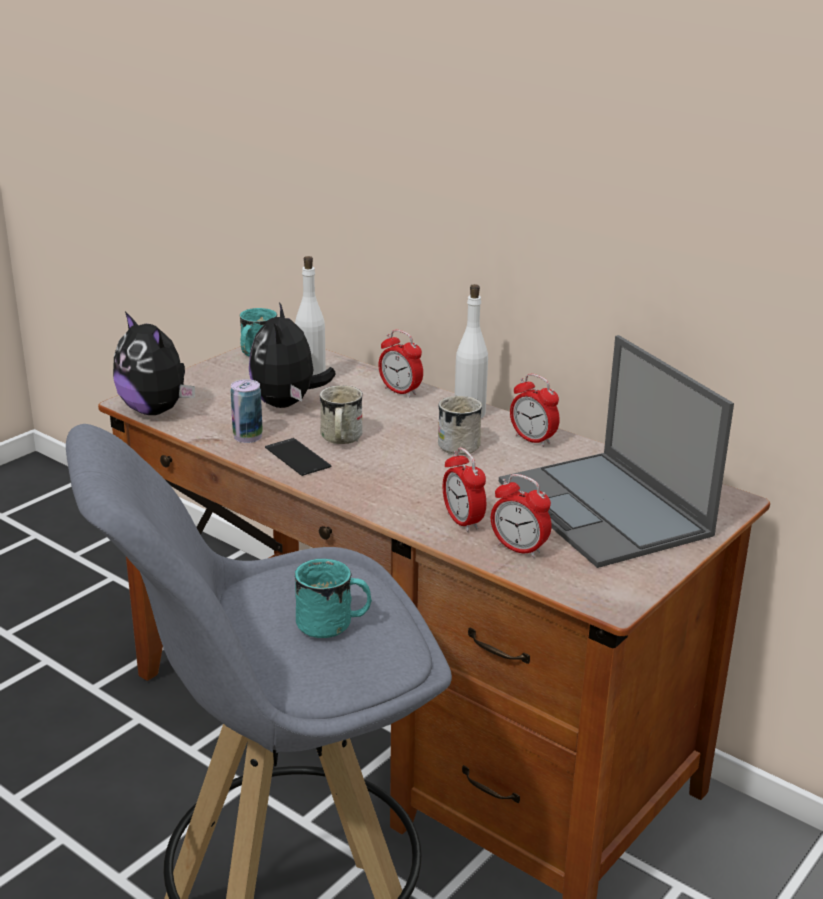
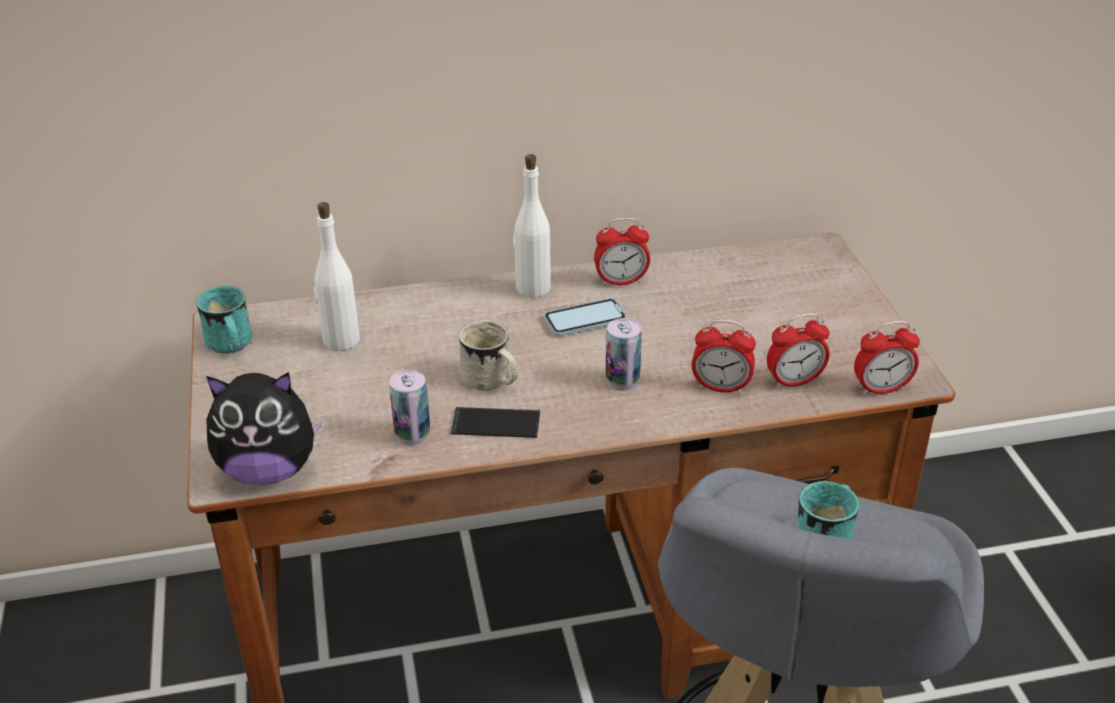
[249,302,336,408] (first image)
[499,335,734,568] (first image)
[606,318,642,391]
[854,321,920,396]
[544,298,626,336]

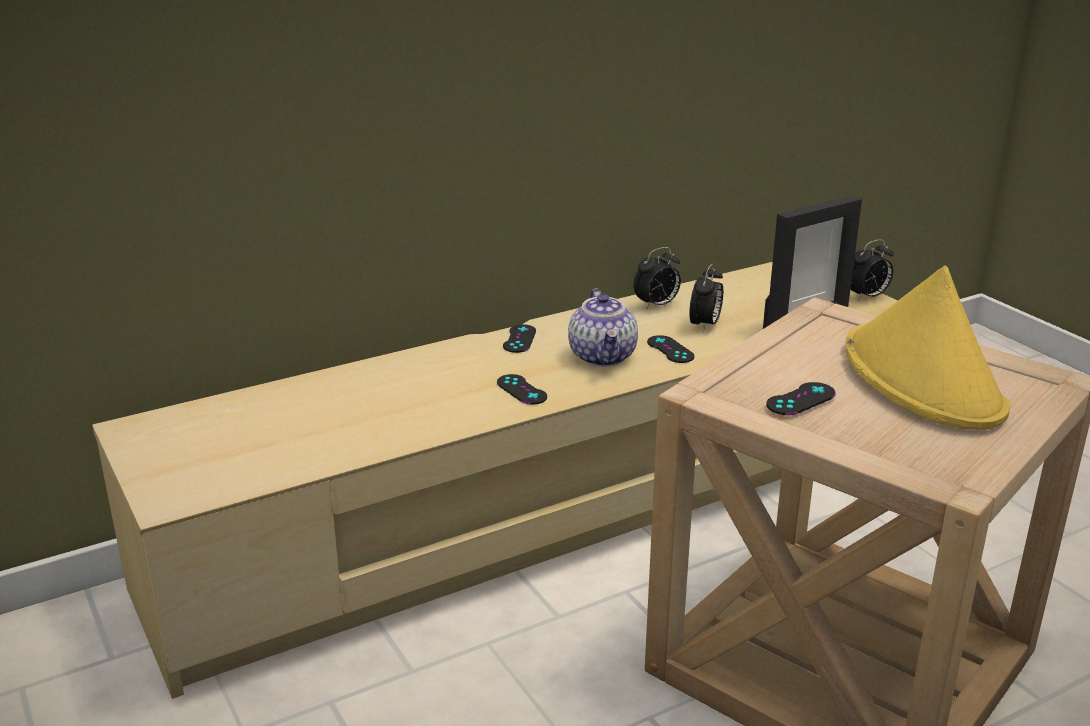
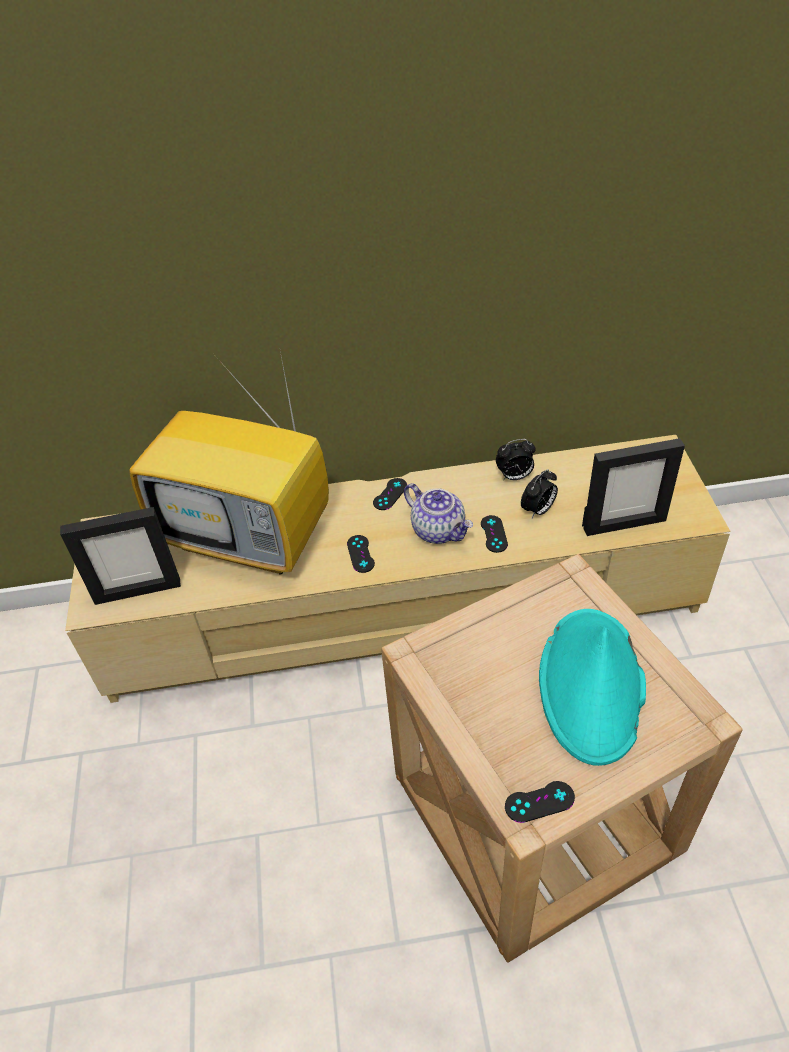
[850,239,893,301] (first image)
[60,507,181,605]
[130,346,329,574]
[505,781,575,823]
[539,609,646,766]
[404,483,473,544]

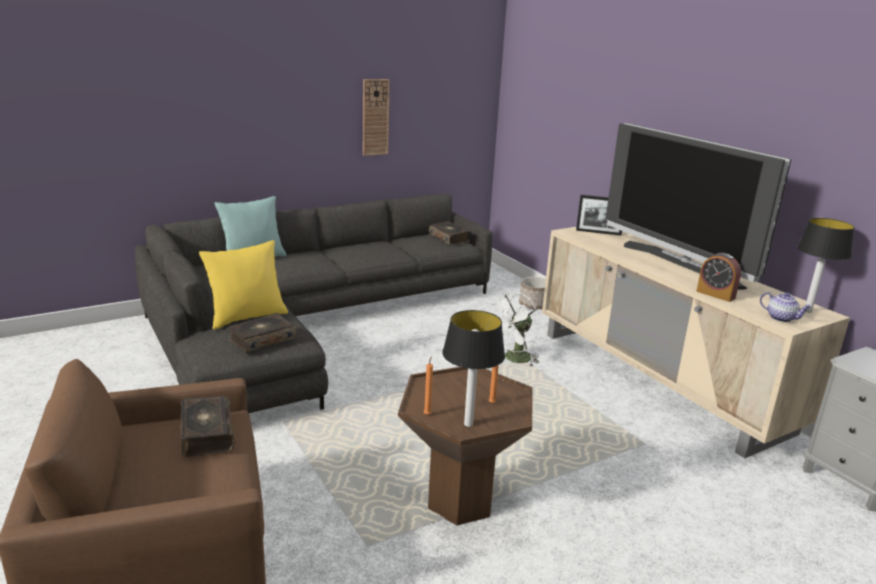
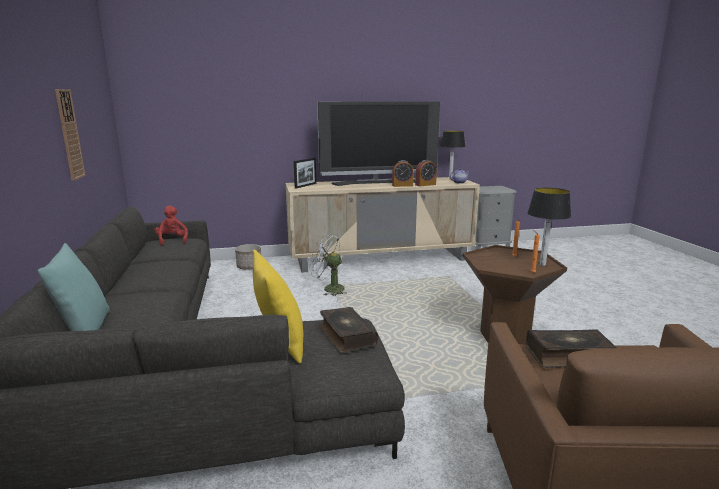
[392,160,414,187]
[154,206,188,245]
[309,235,347,296]

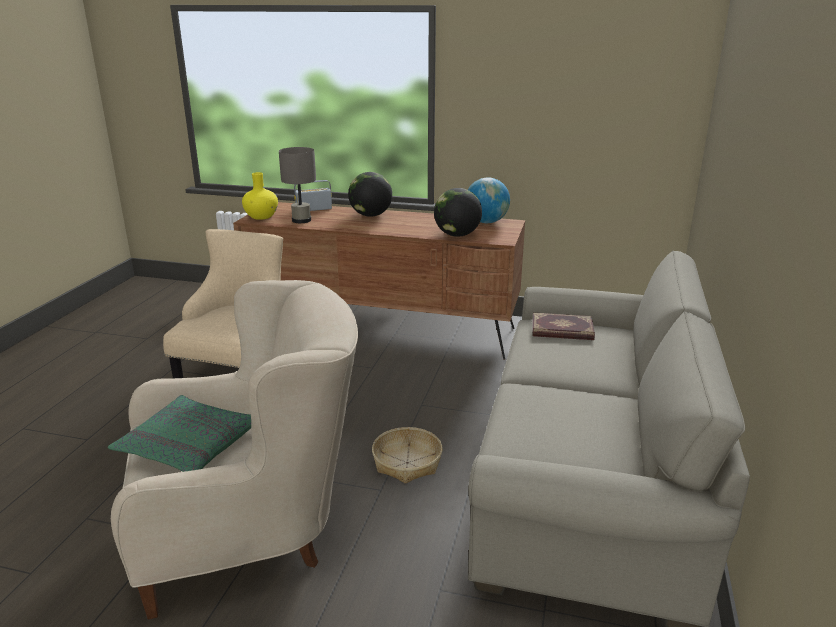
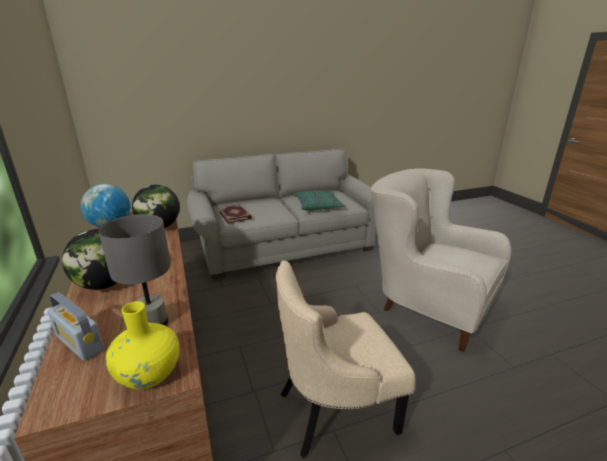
[372,427,443,484] (first image)
[294,191,345,210]

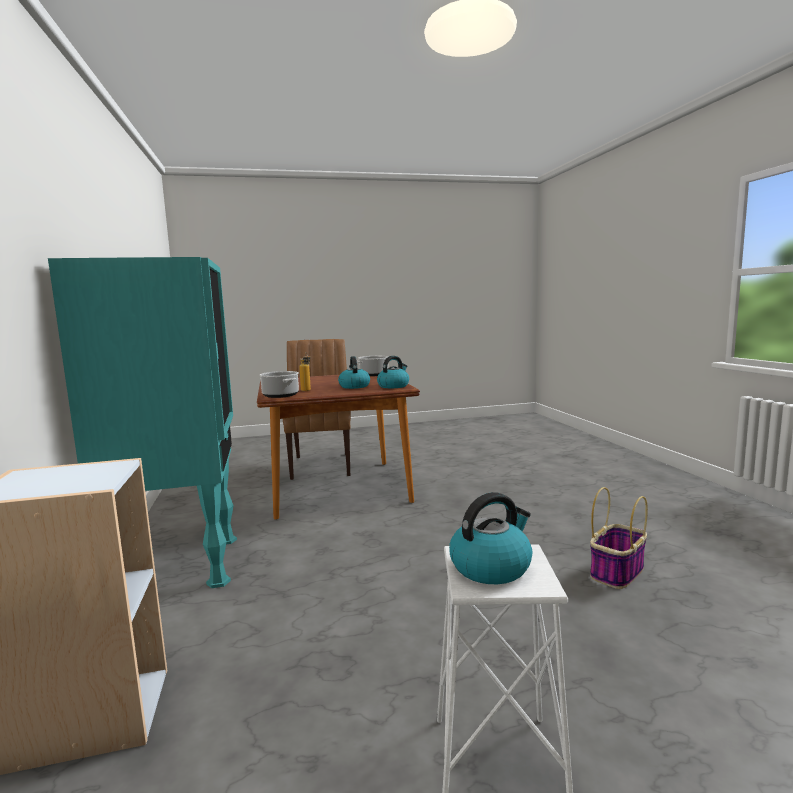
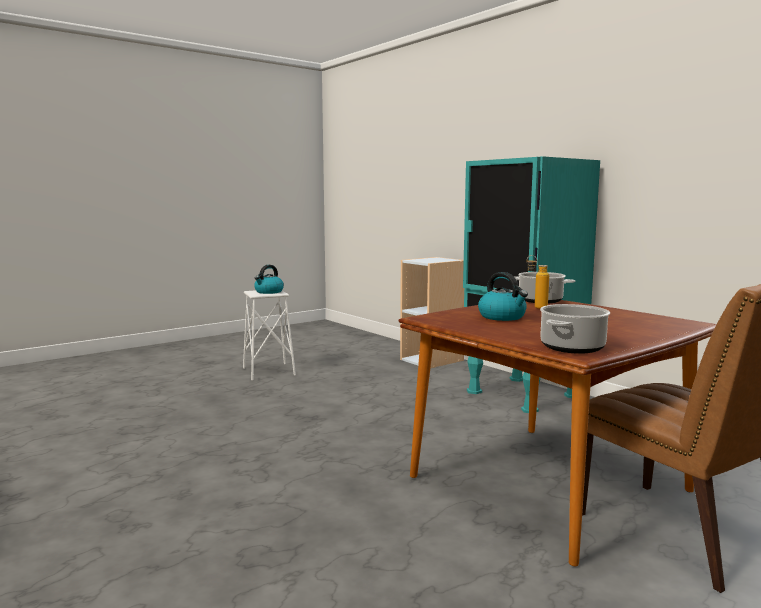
[377,356,409,388] (first image)
[590,487,648,589] (first image)

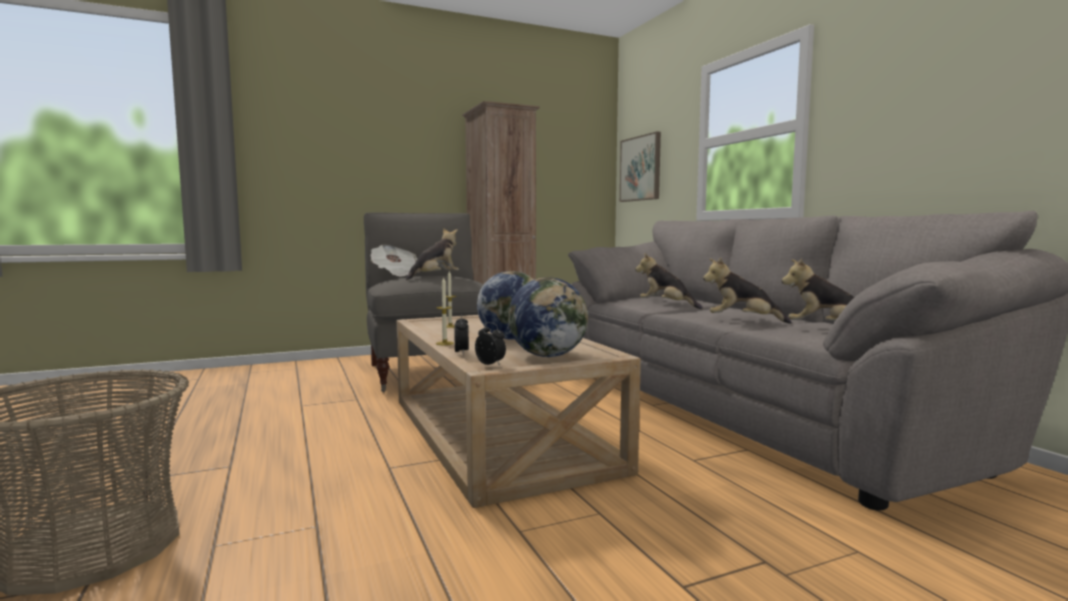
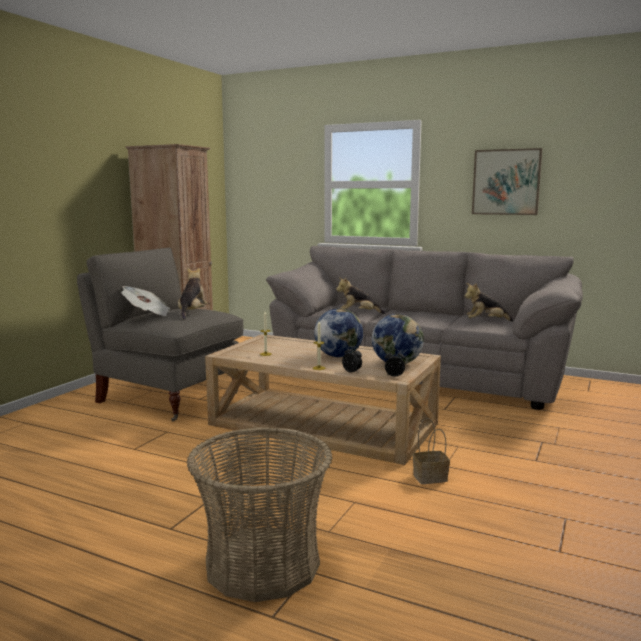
[703,257,792,324] (first image)
[413,418,450,484]
[472,148,542,215]

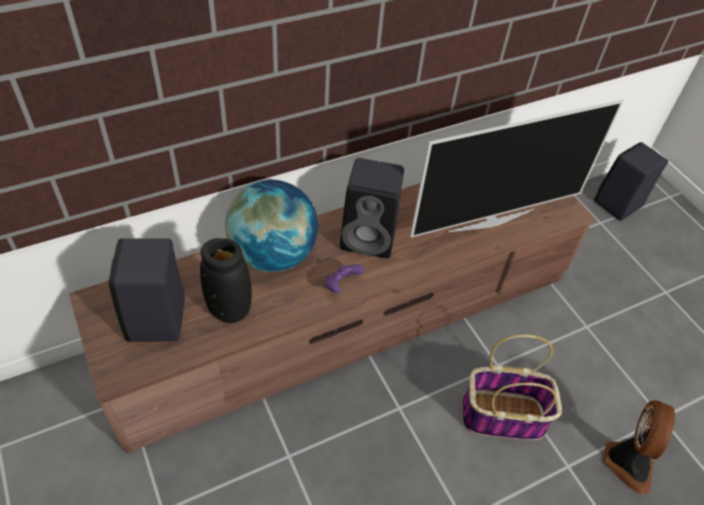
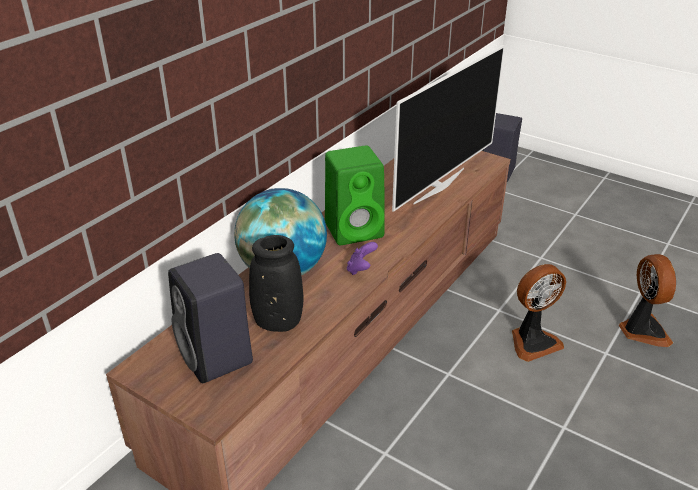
[512,264,566,362]
[325,146,385,245]

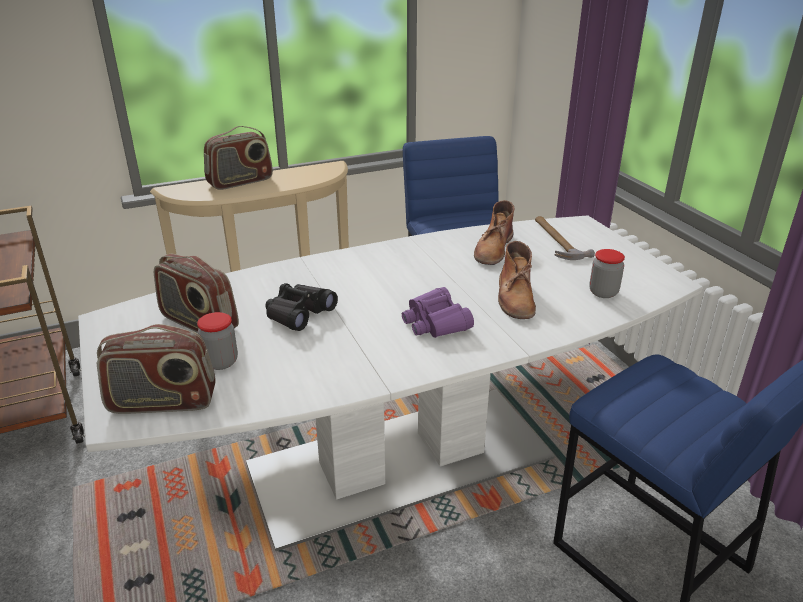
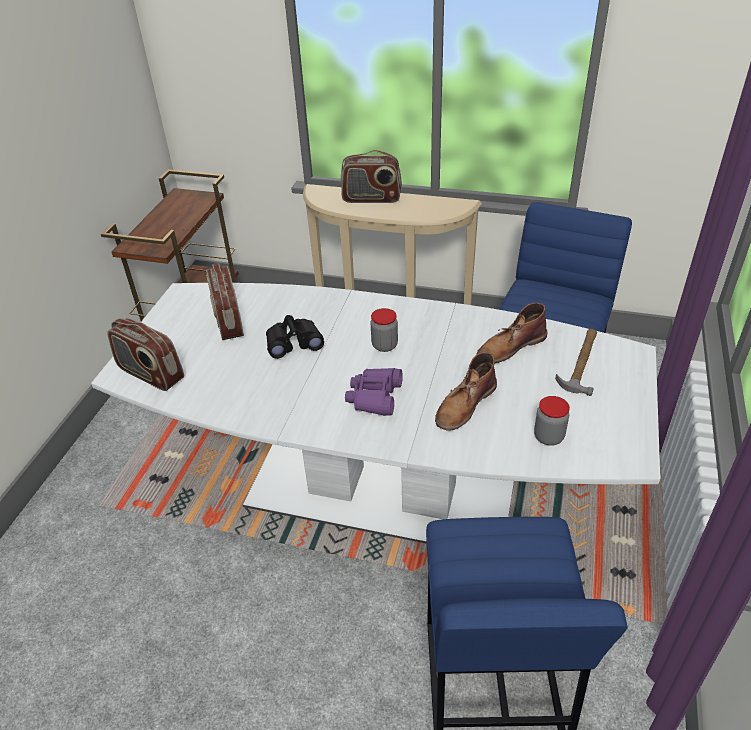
[371,308,398,352]

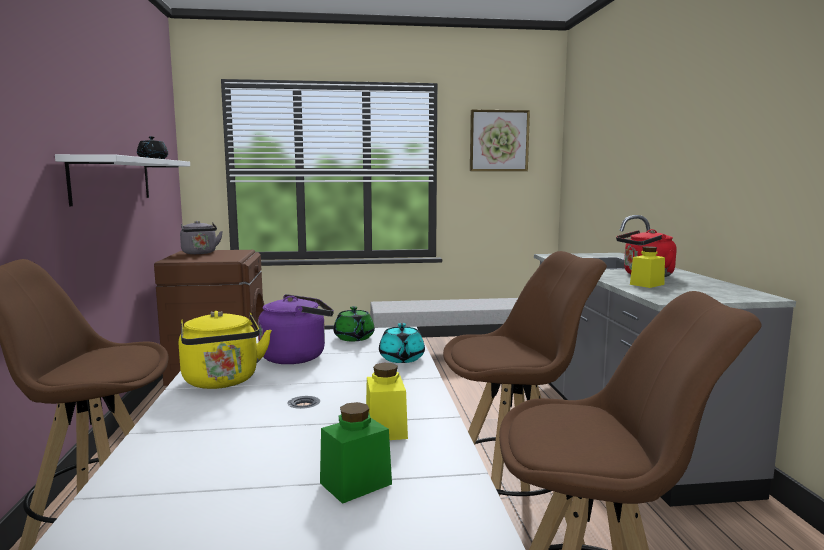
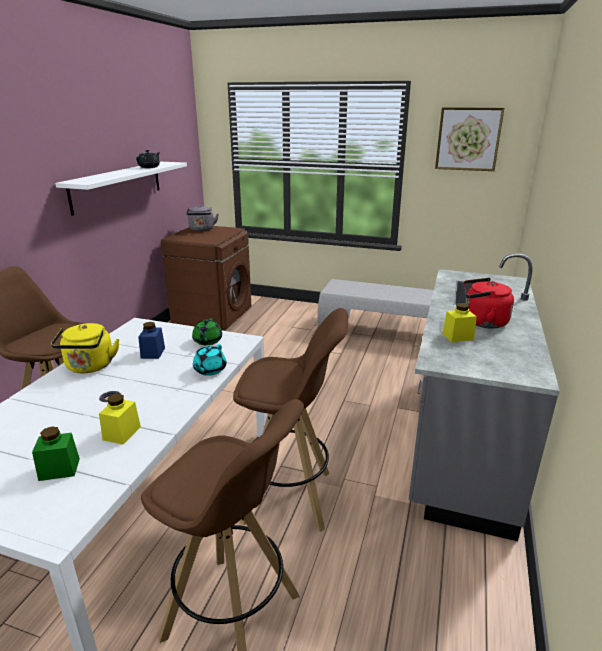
[138,322,165,359]

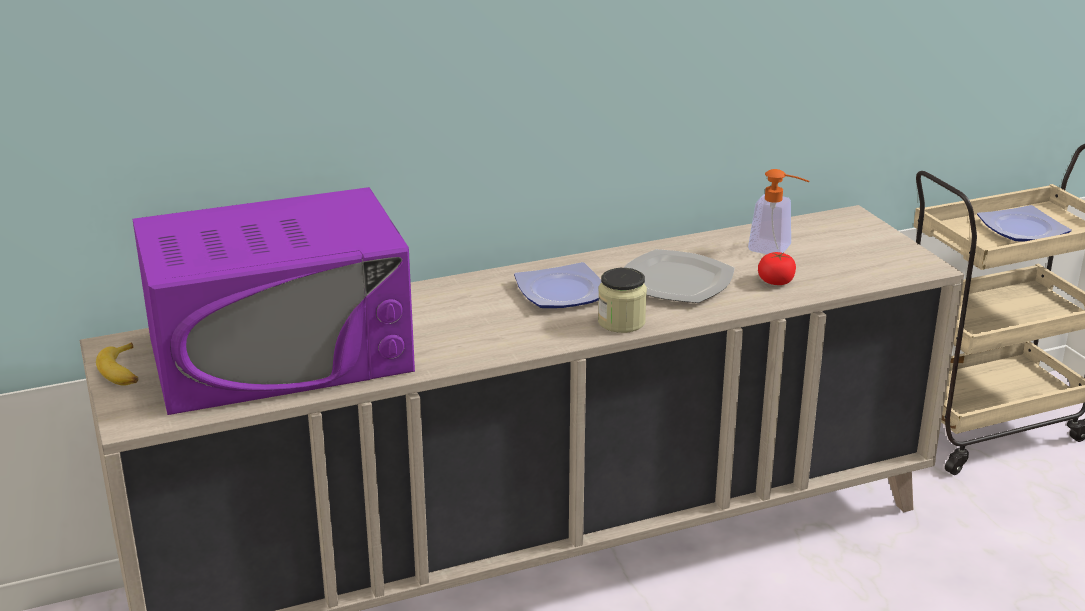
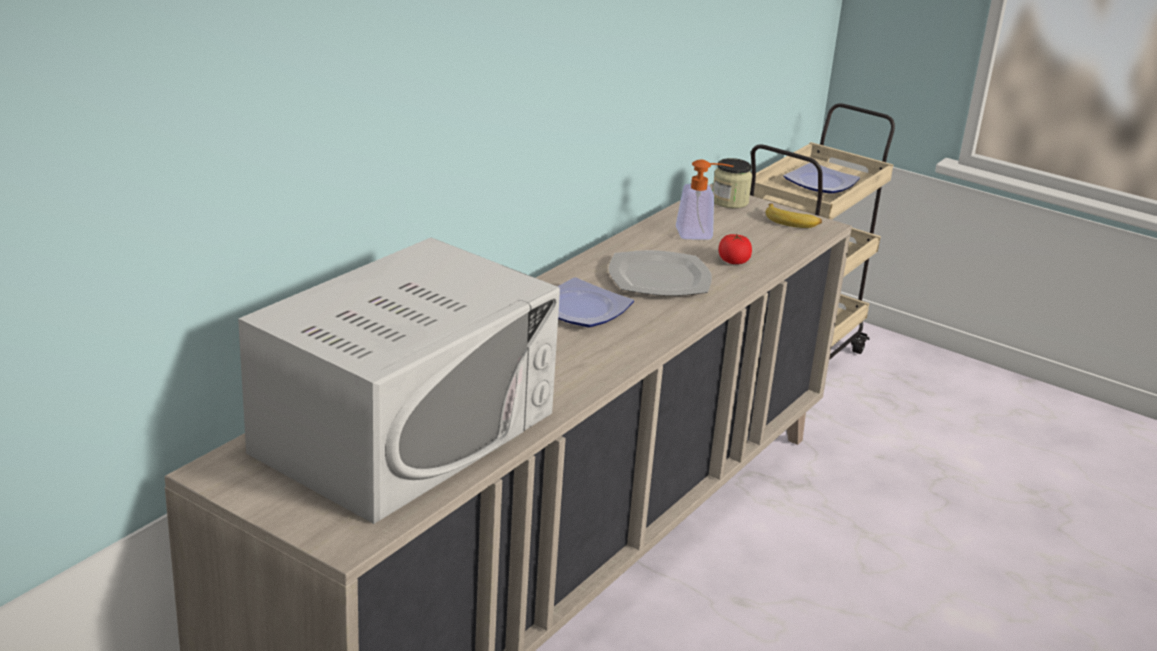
[765,203,822,228]
[713,158,752,208]
[238,237,560,524]

